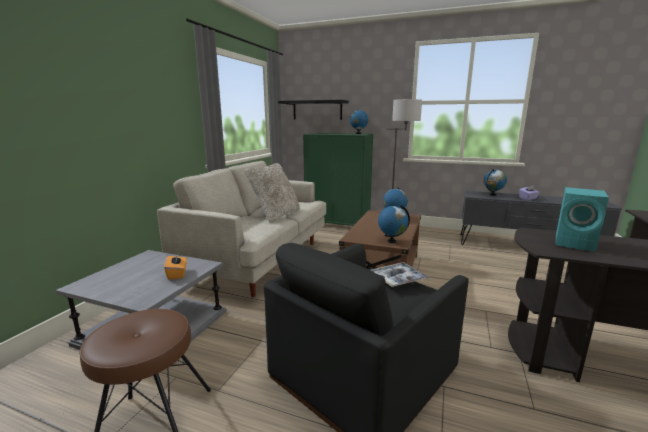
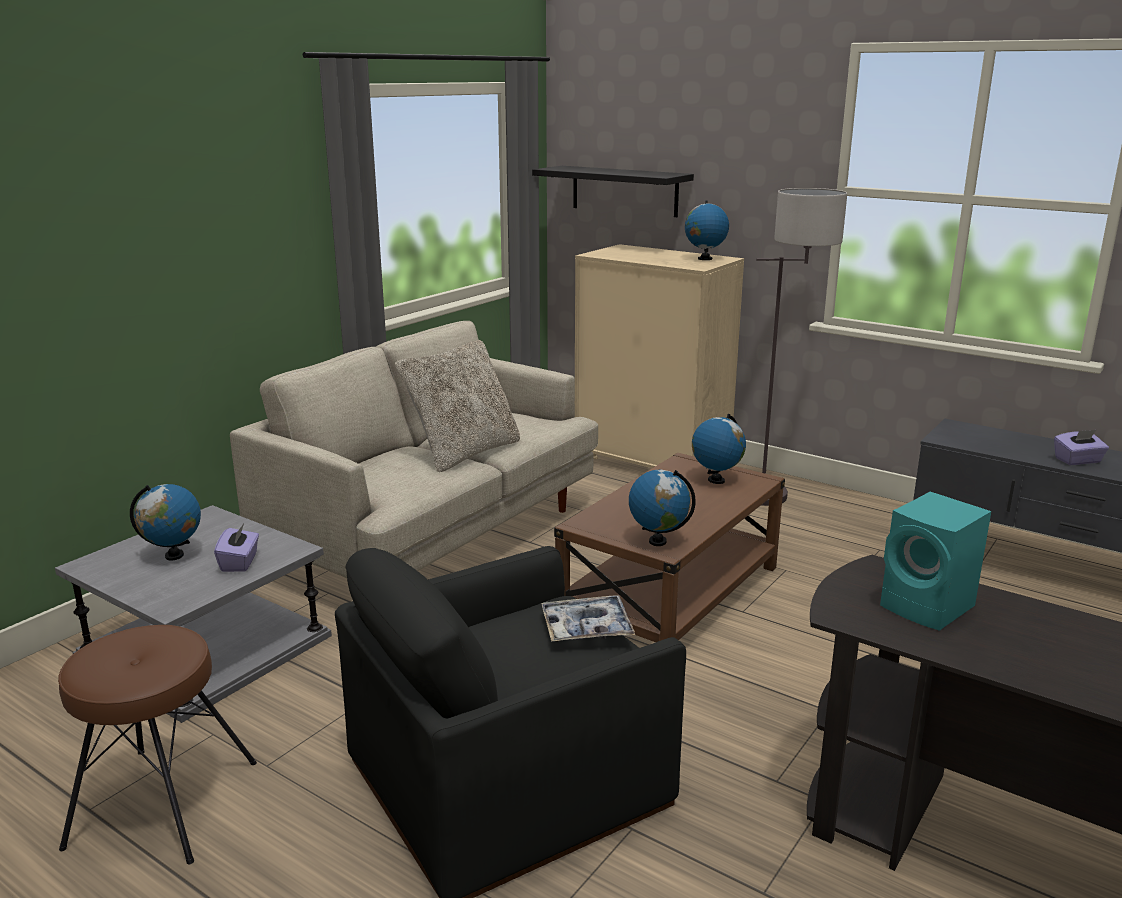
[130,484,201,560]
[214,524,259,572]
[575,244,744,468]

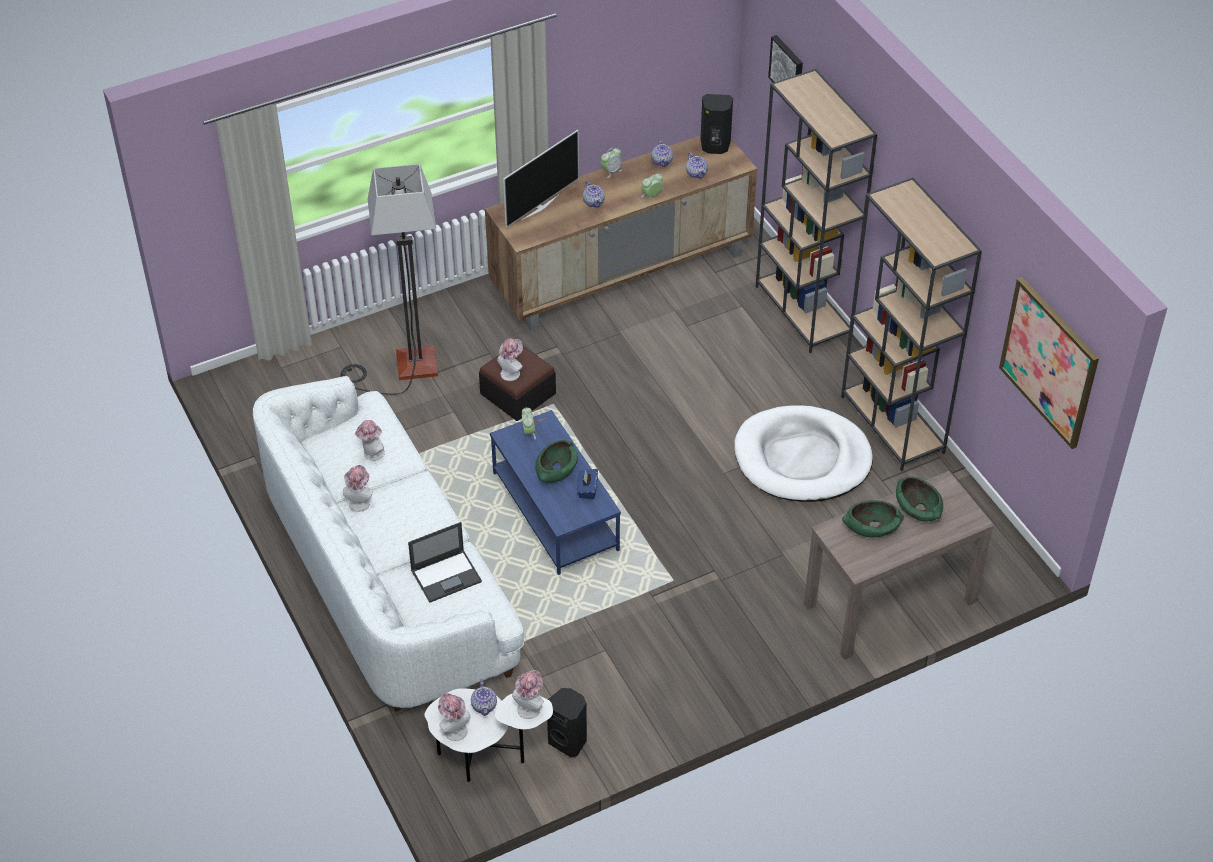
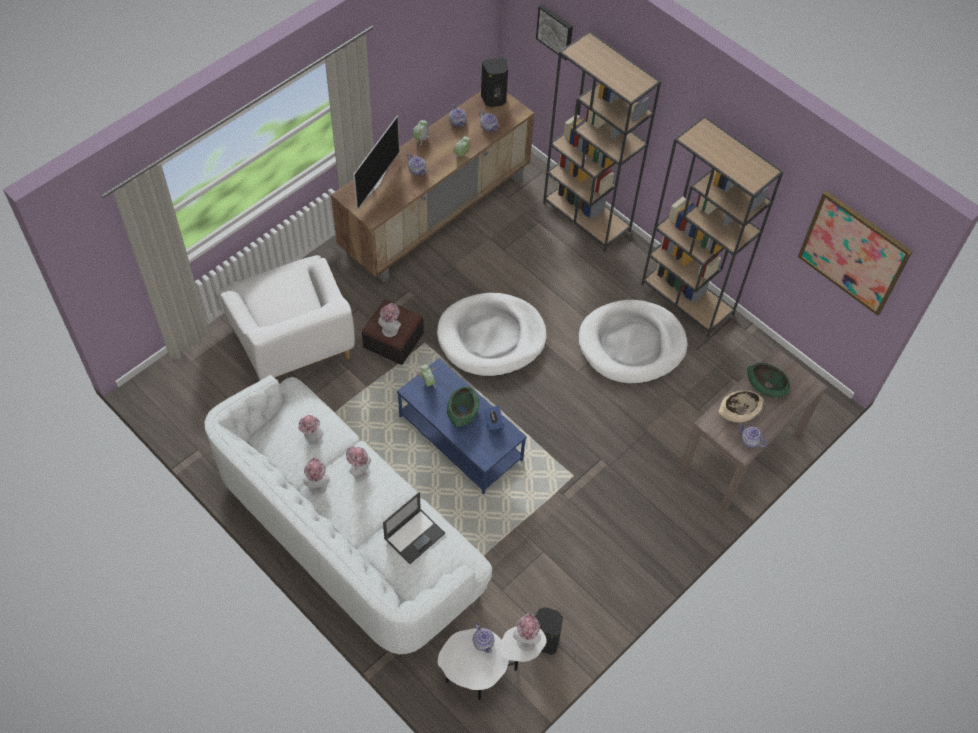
[437,293,547,377]
[739,423,767,448]
[346,447,371,480]
[217,255,355,380]
[718,390,764,422]

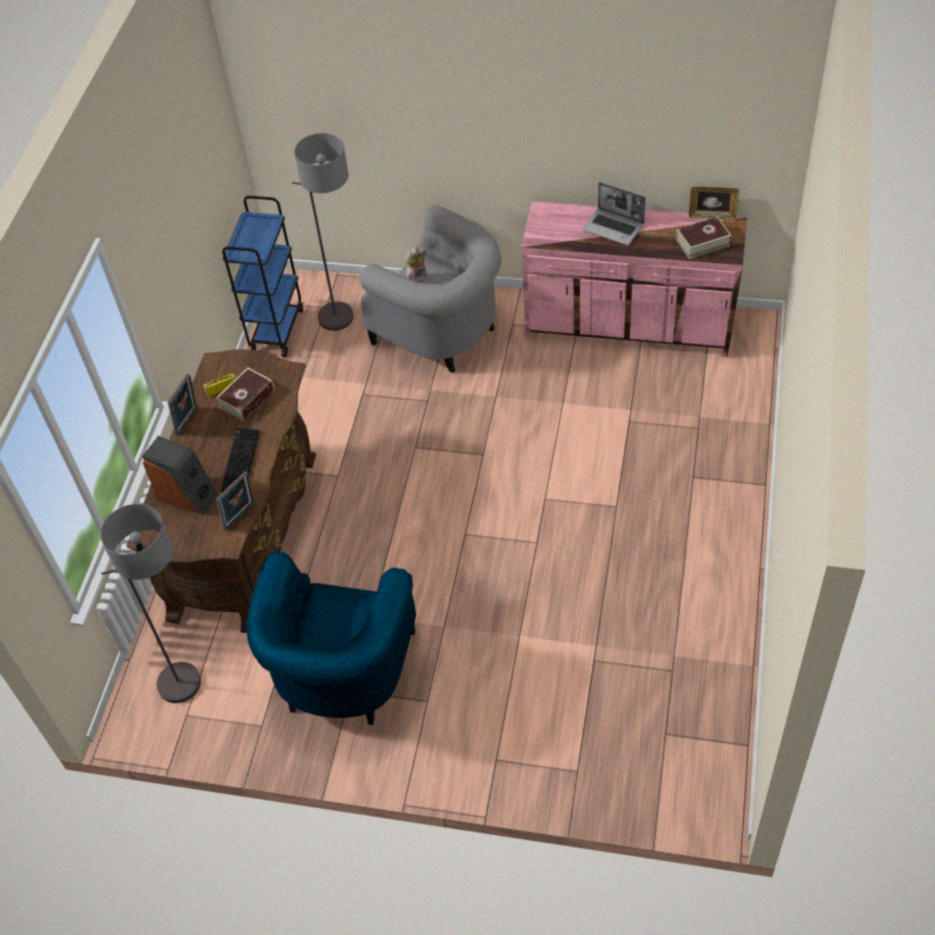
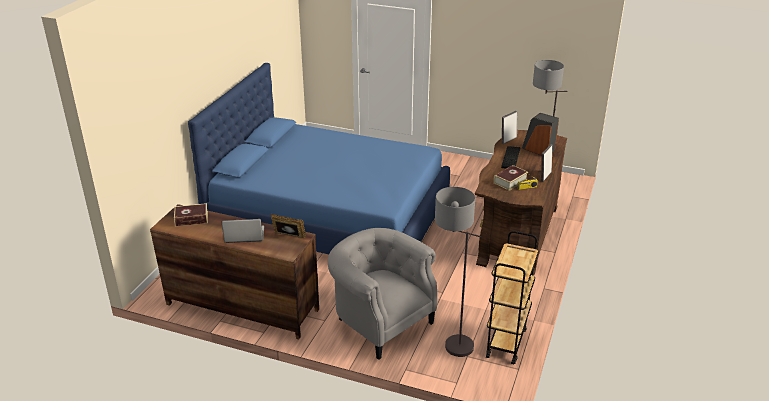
[246,551,416,725] (first image)
[406,247,427,283] (first image)
[188,63,450,254]
[271,214,306,238]
[486,231,539,364]
[150,204,319,339]
[222,219,264,243]

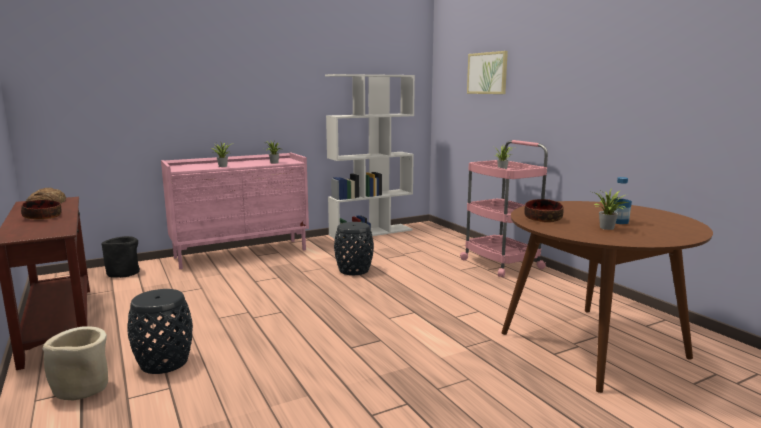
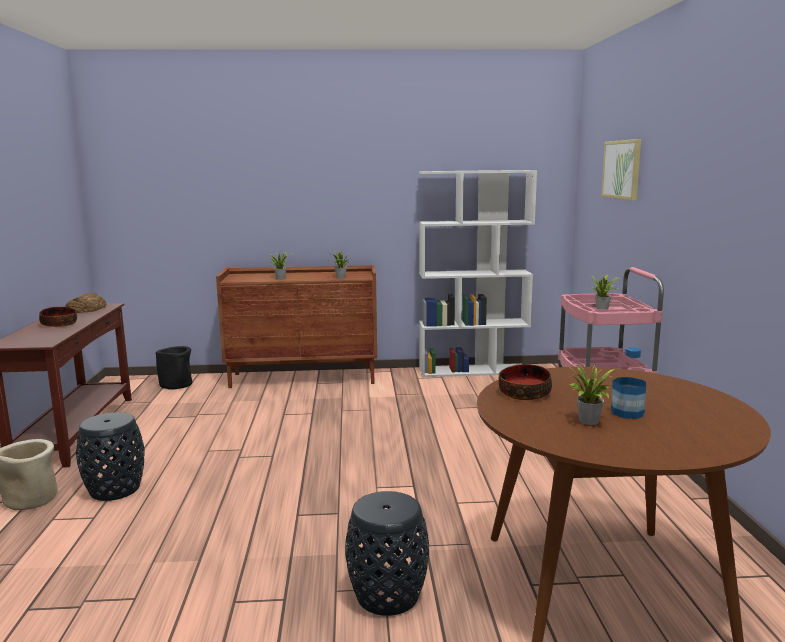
[345,491,429,616]
[216,265,377,388]

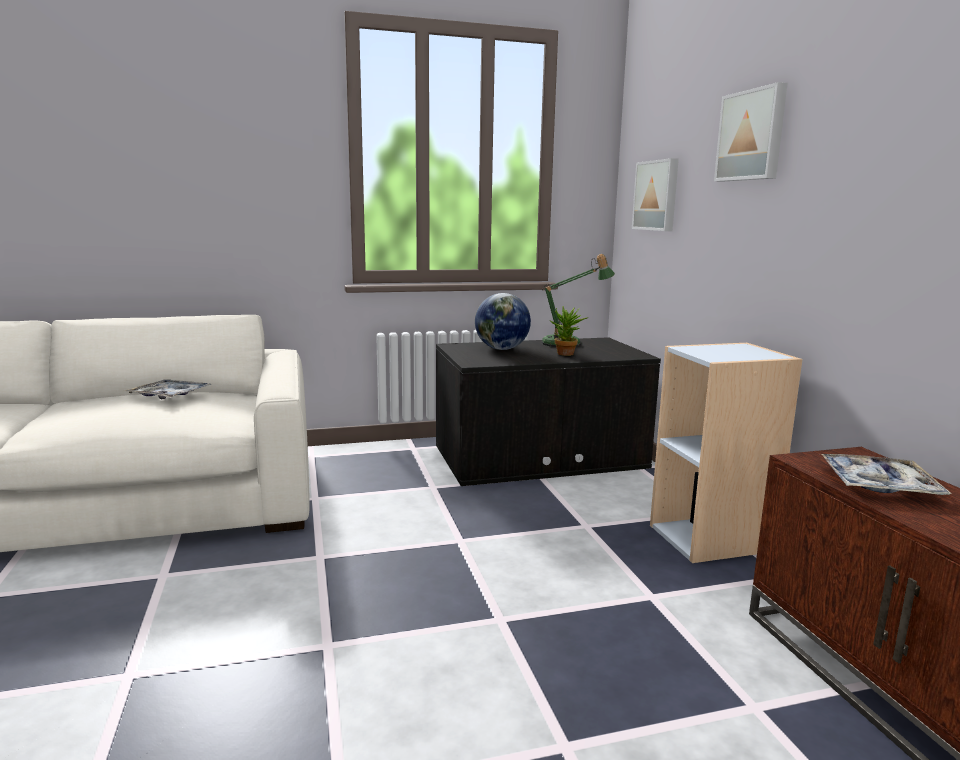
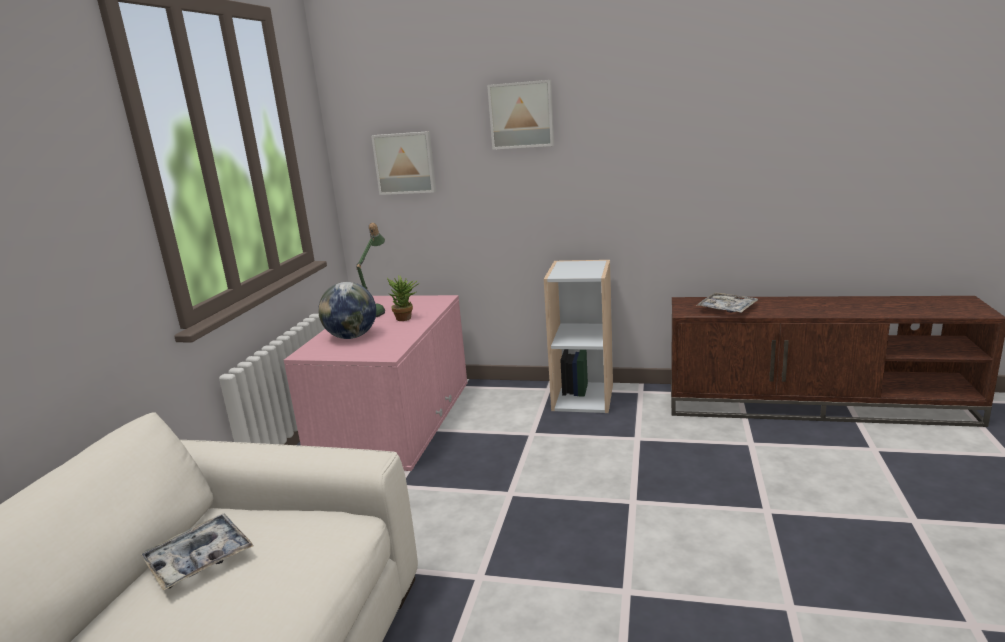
[284,295,468,471]

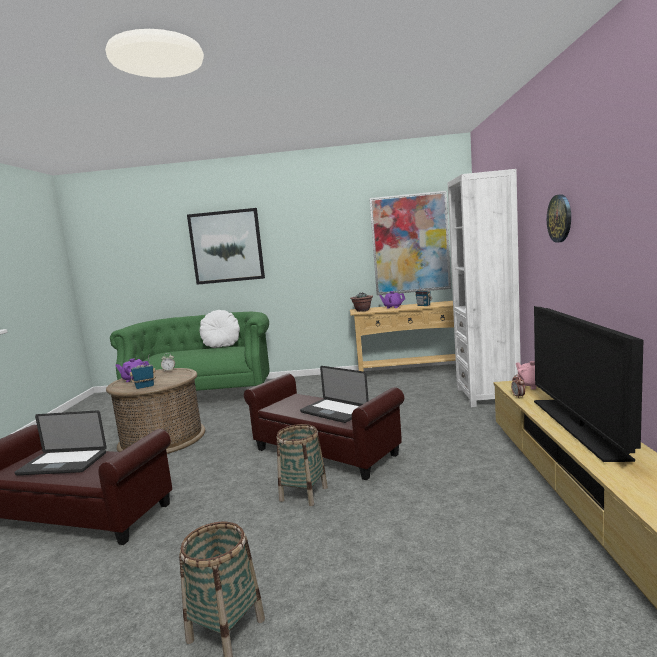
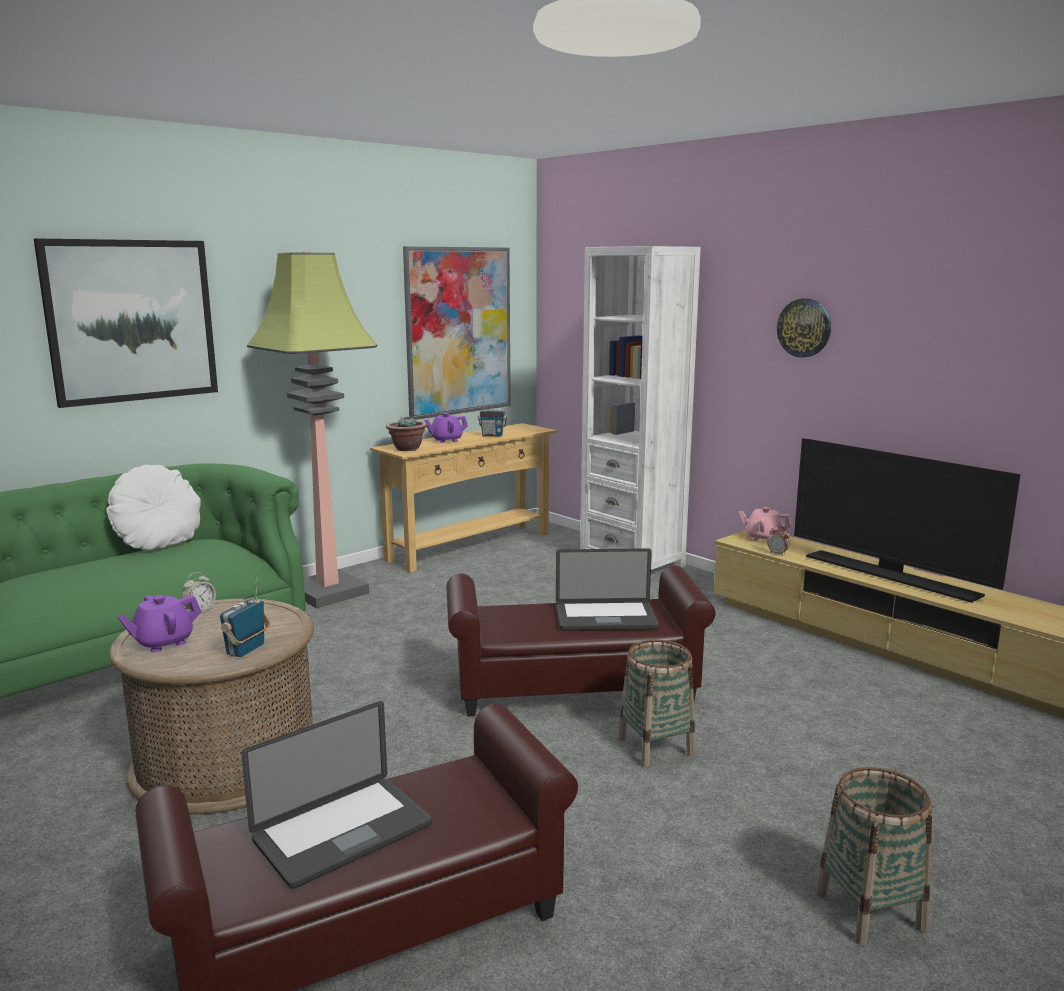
[247,252,378,609]

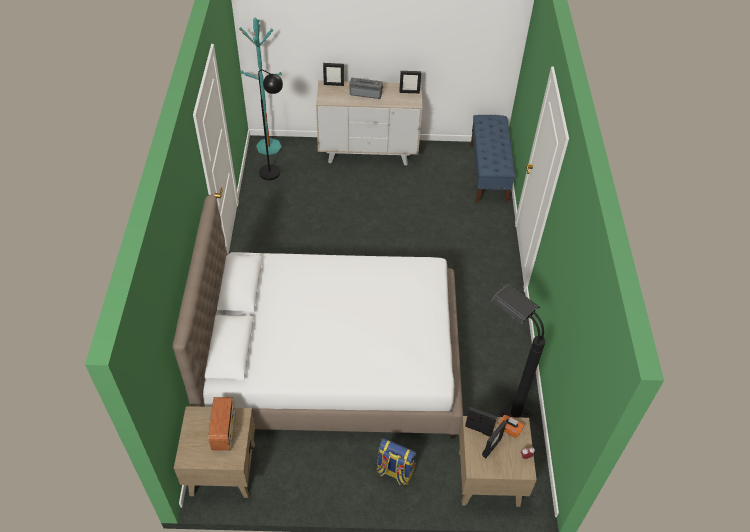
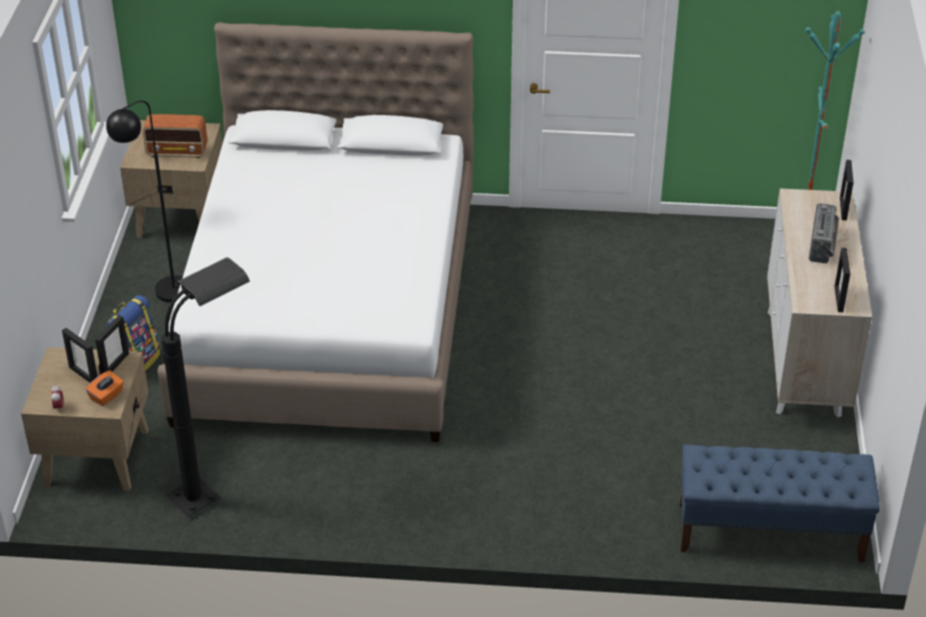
[106,100,183,303]

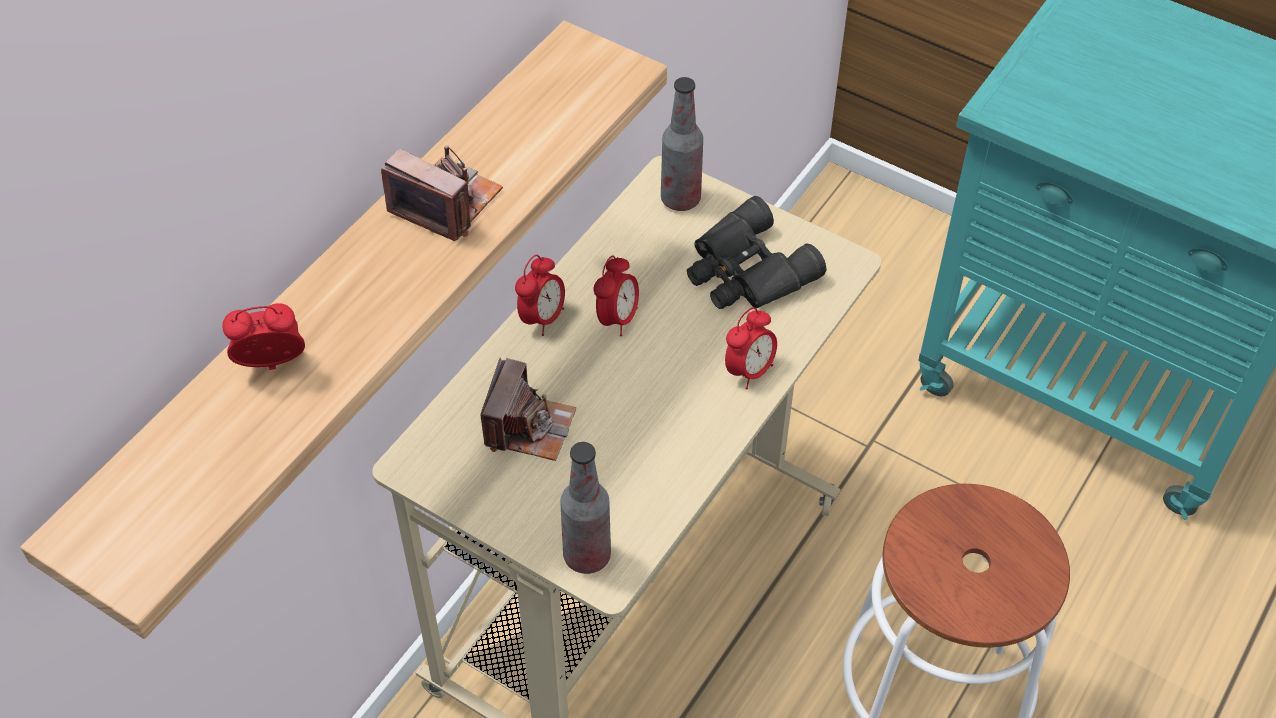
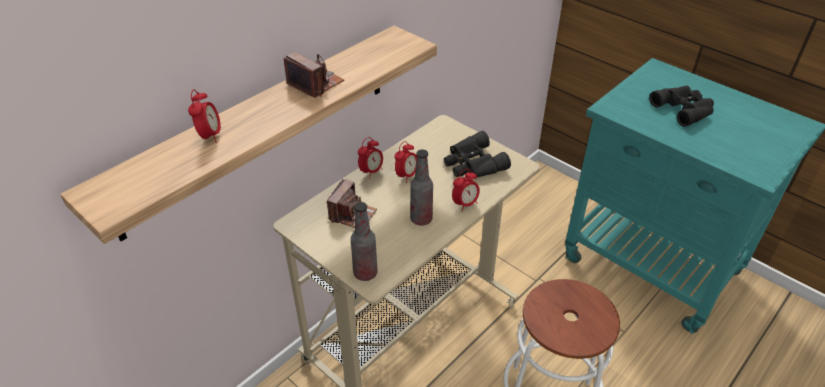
[649,85,714,127]
[410,149,433,226]
[188,89,221,143]

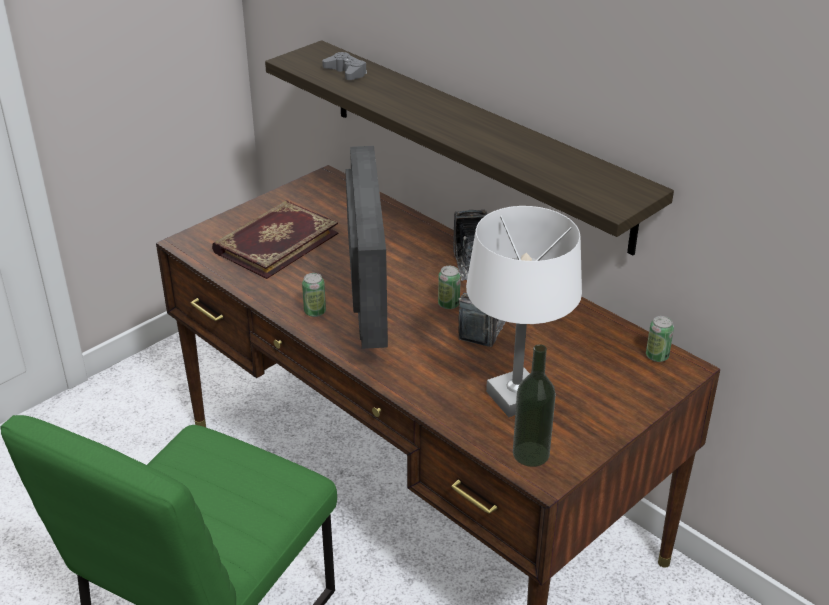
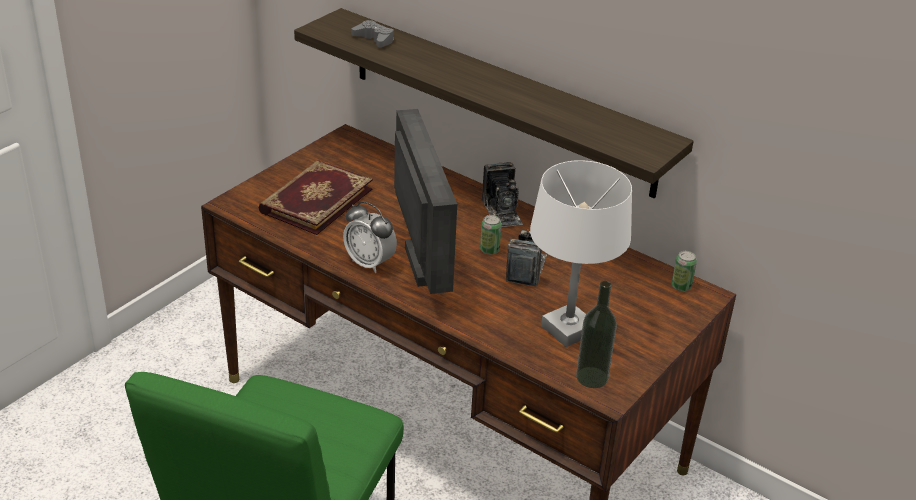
[343,201,397,273]

